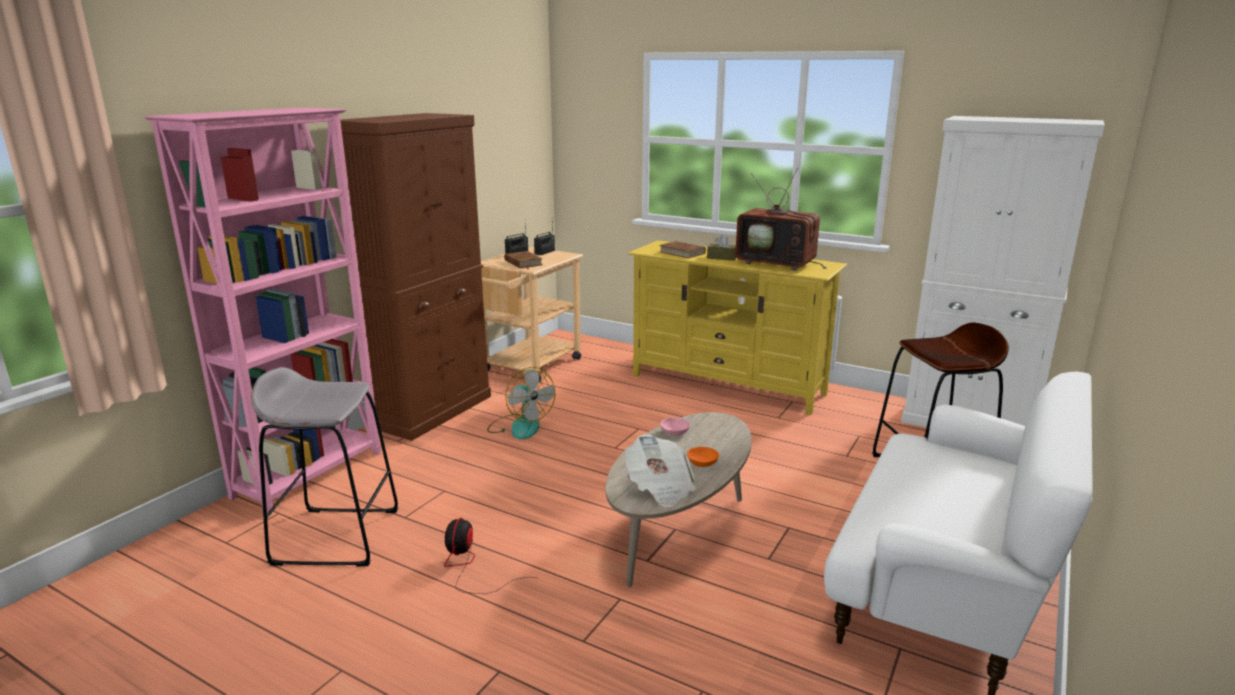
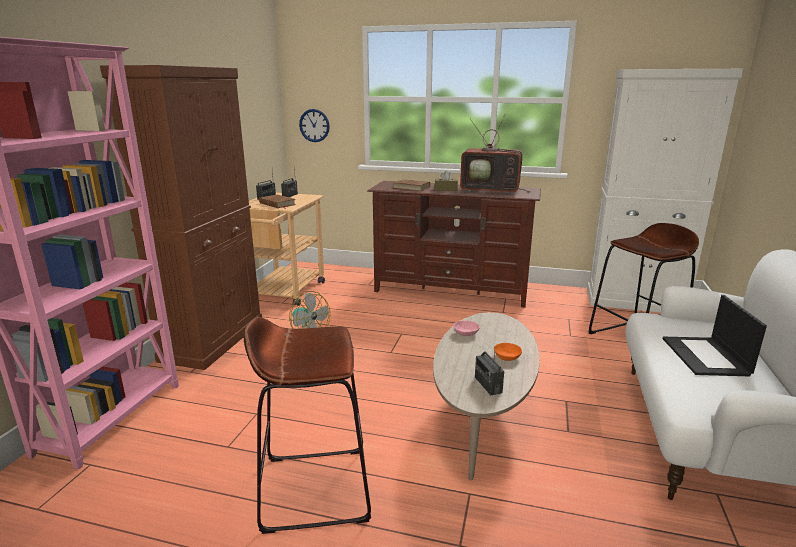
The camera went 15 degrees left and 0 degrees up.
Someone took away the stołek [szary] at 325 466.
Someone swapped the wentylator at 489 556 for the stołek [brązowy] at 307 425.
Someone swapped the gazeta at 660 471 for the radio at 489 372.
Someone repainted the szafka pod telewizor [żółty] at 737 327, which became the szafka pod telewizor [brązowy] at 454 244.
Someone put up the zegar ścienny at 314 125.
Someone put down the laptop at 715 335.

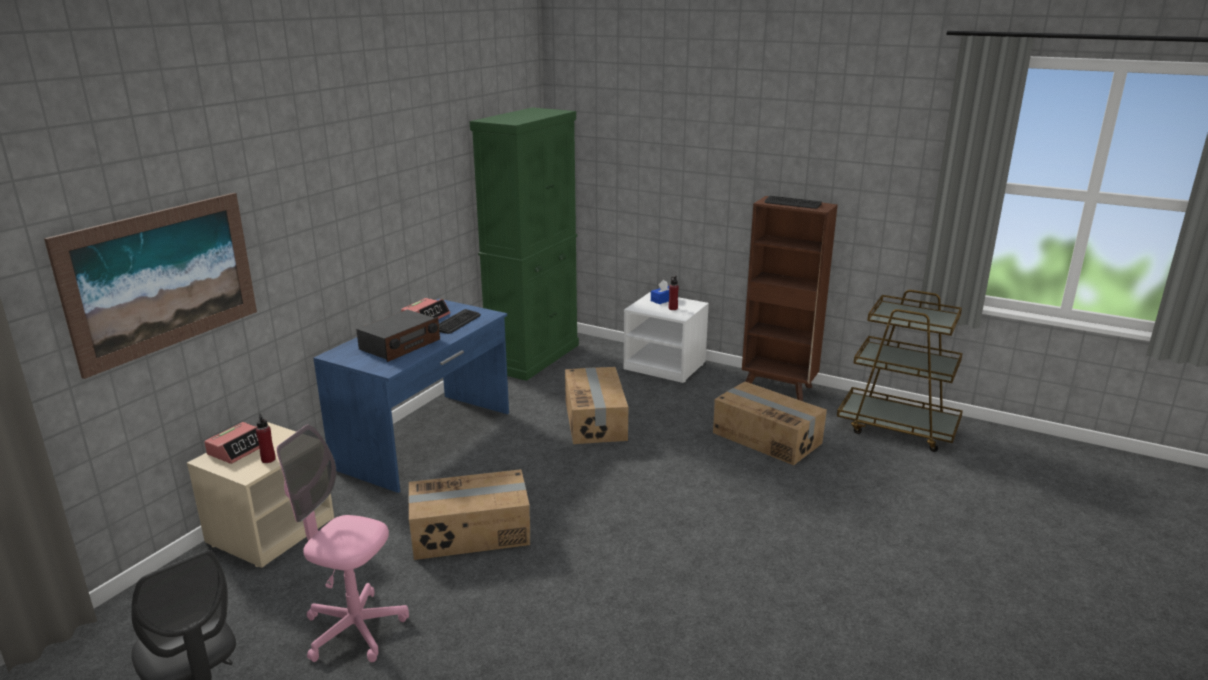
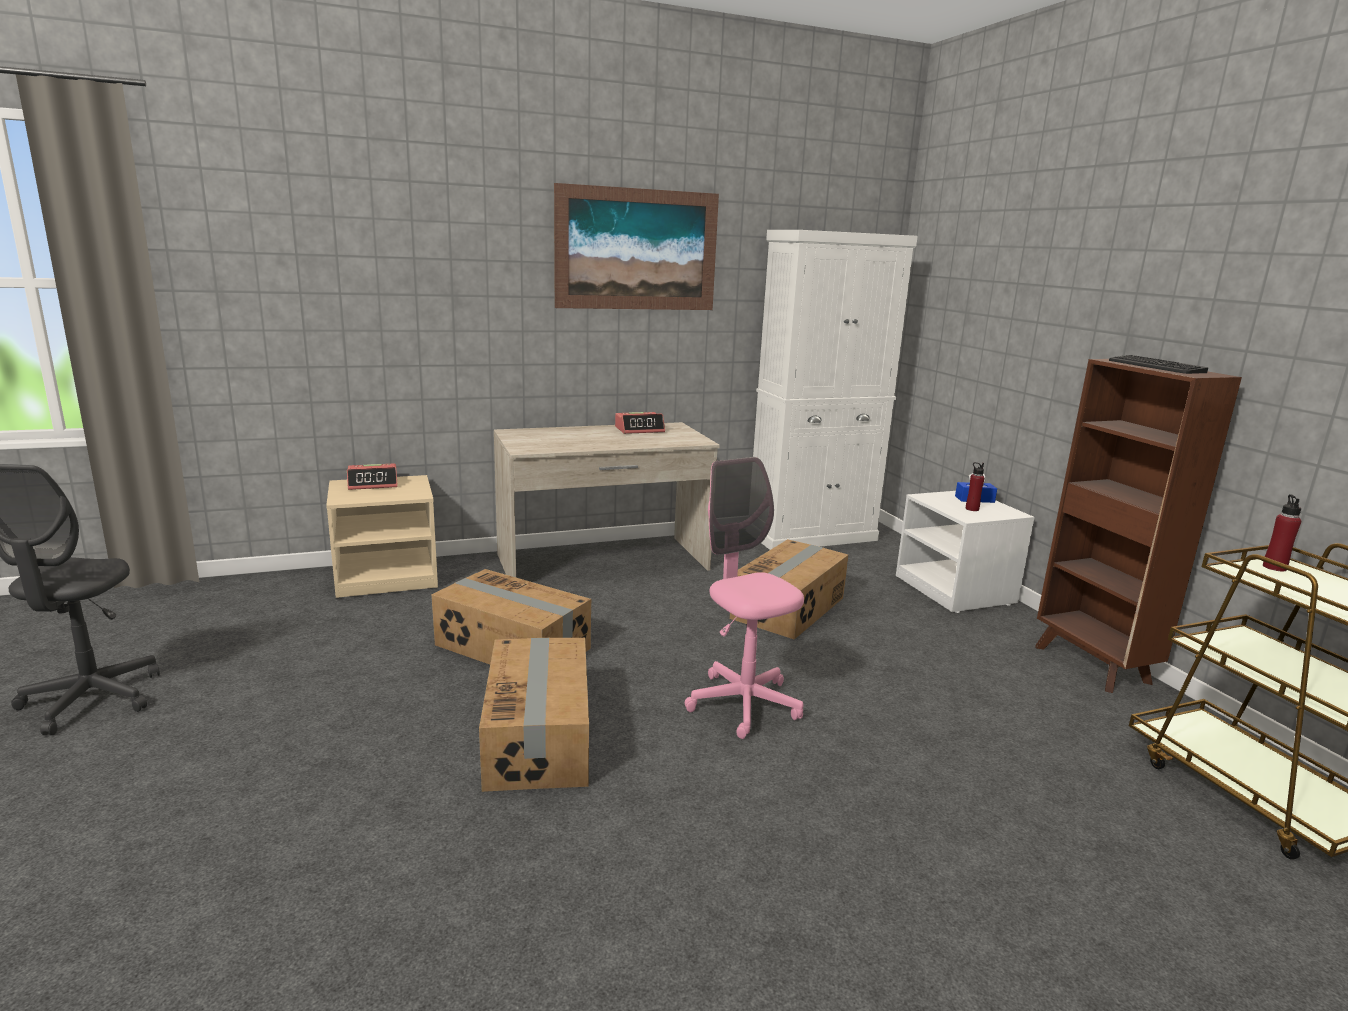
The camera went 40 degrees right and 5 degrees down.
Someone carried the obraz from 150 286 to 636 246.
Someone carried the butelka [czerwony] from 266 438 to 1282 532.
Someone carried the krzesło biurowe [różowy] from 342 543 to 744 598.
Someone repainted the biurko [niebieski] at 411 396, which became the biurko [beżowy] at 607 499.
Someone took away the radio at 398 335.
Someone took away the klawiatura at 460 321.
Someone repainted the szafka [zielony] at 524 244, which became the szafka [biały] at 835 390.
Someone carried the karton from 770 423 to 534 715.

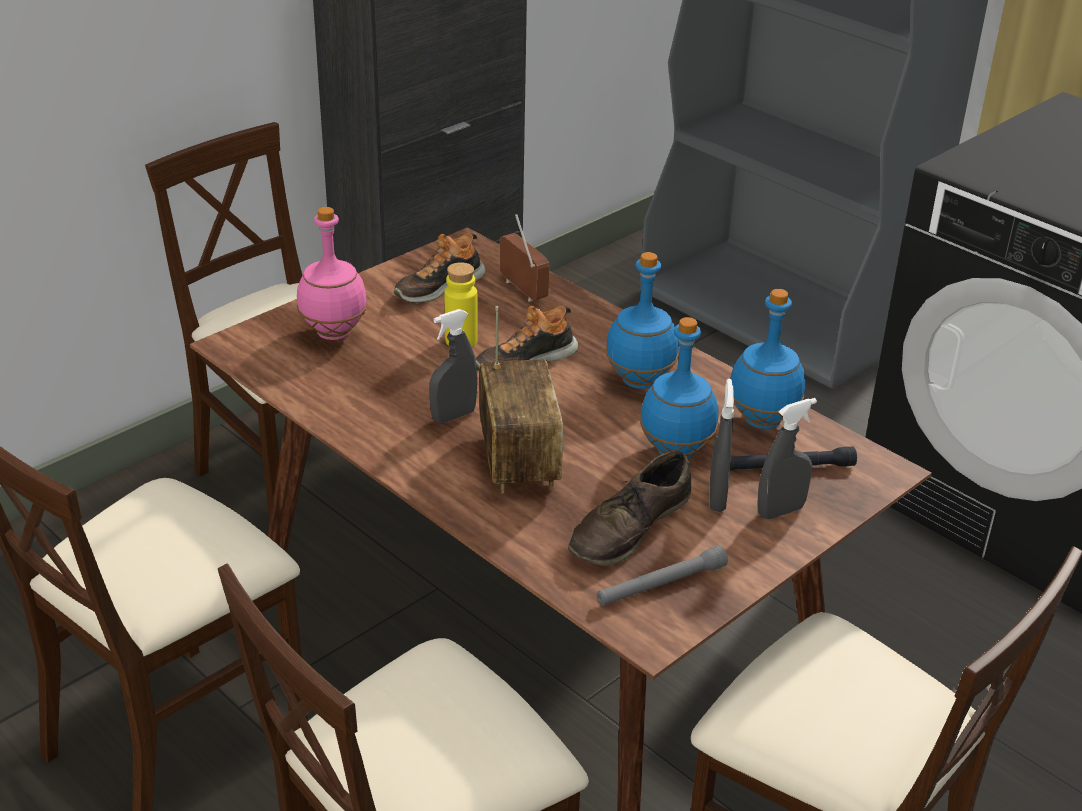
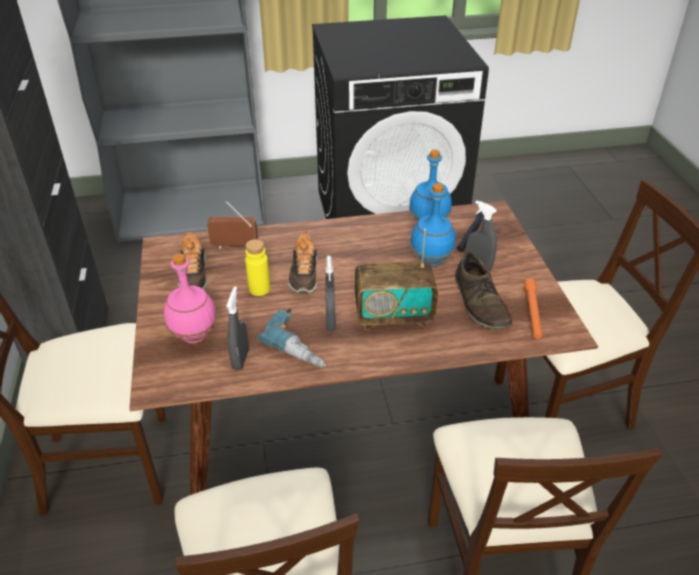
The camera went 55 degrees left and 5 degrees up.
Someone rotated the radio at 521 399 by 150 degrees clockwise.
Someone repainted the latarka [szary] at 662 576, which became the latarka [pomarańczowy] at 533 309.
Someone took away the butelka [niebieski] at 642 320.
Someone carried the spryskiwacz [szary] from 787 458 to 237 328.
Someone put down the wiertarka at 292 338.

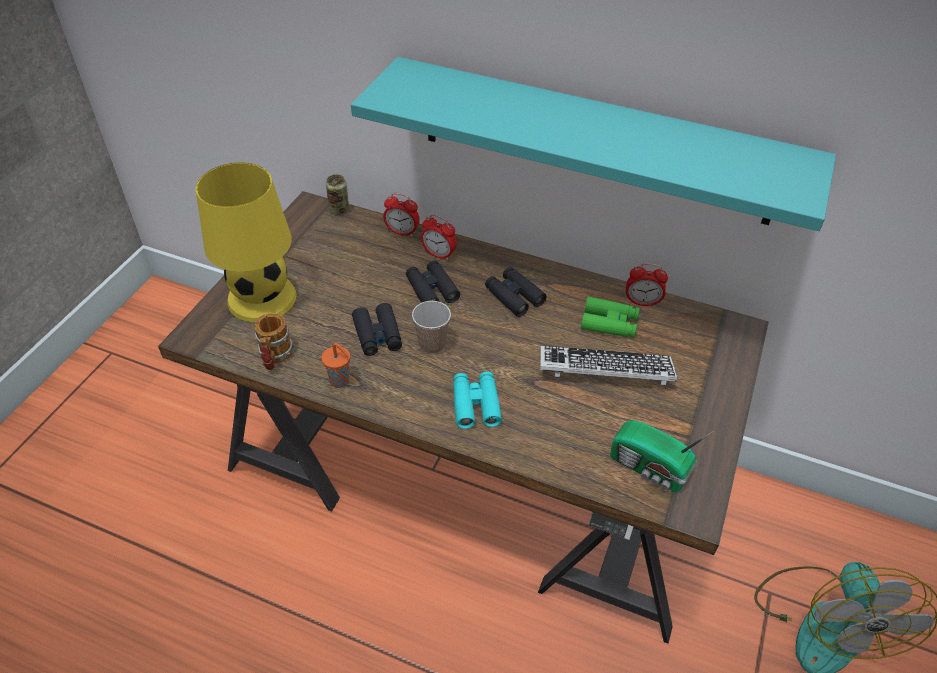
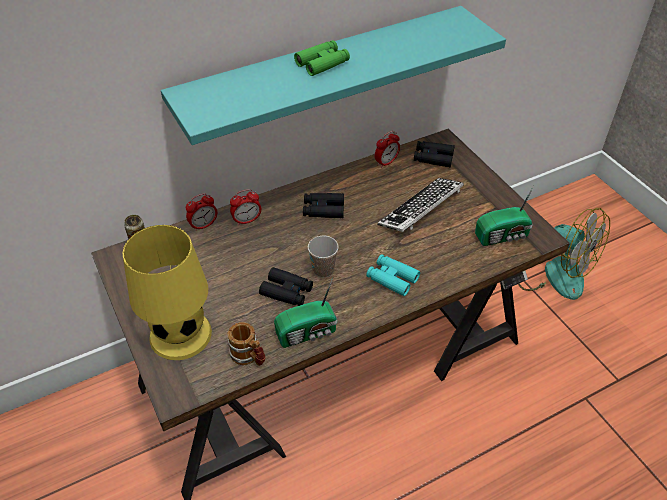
The camera went 50 degrees left and 0 degrees up.
Someone swapped the filiżanka [pomarańczowy] at 335 365 for the radio at 305 313.
Someone carried the lornetka [czarny] from 433 281 to 434 154.
Someone carried the lornetka [zielony] from 610 317 to 322 58.

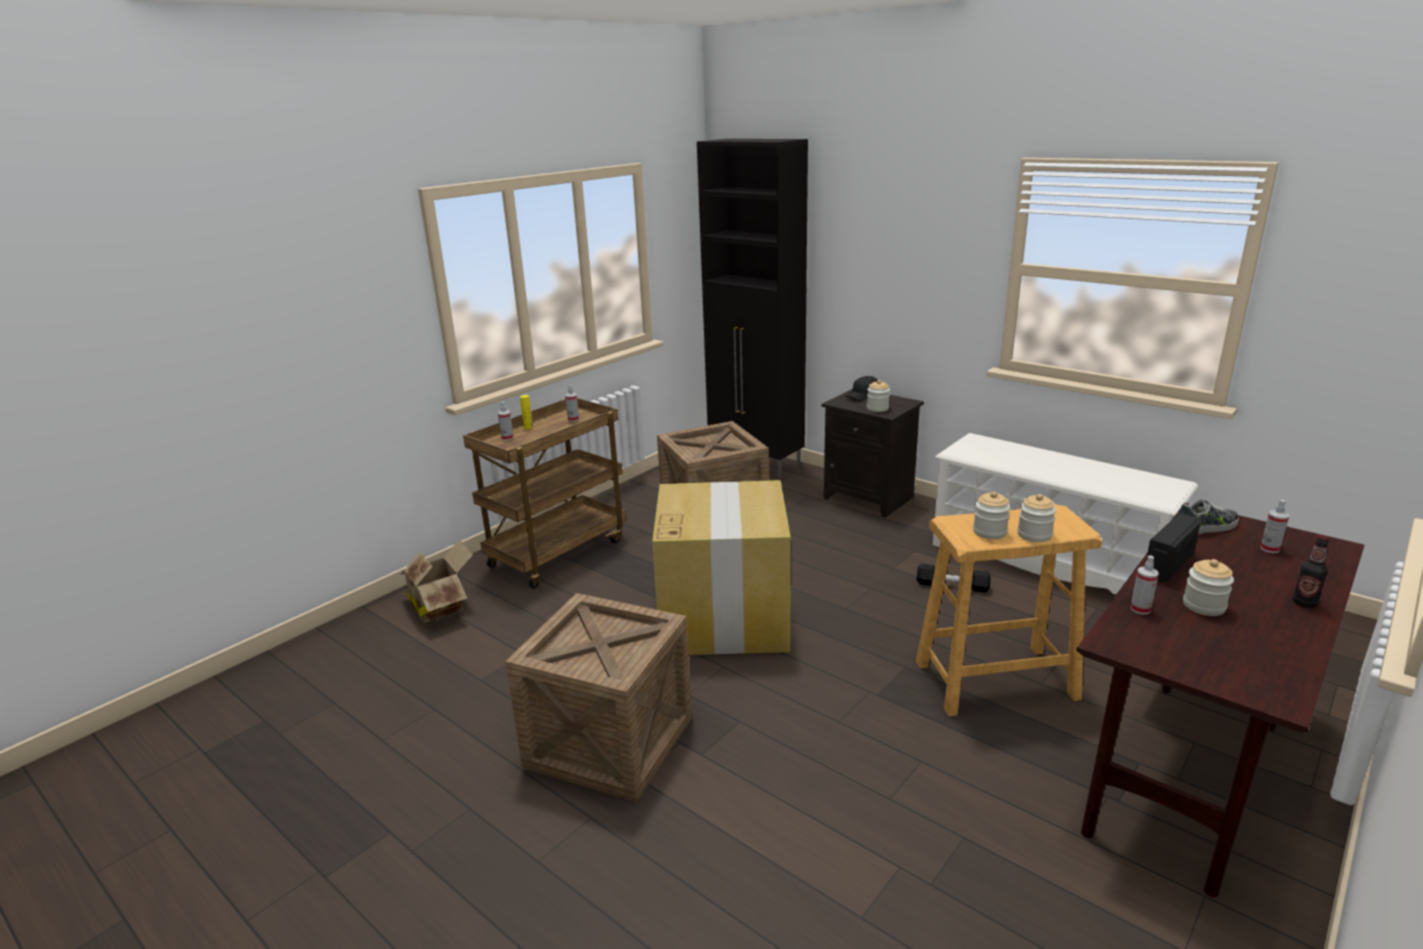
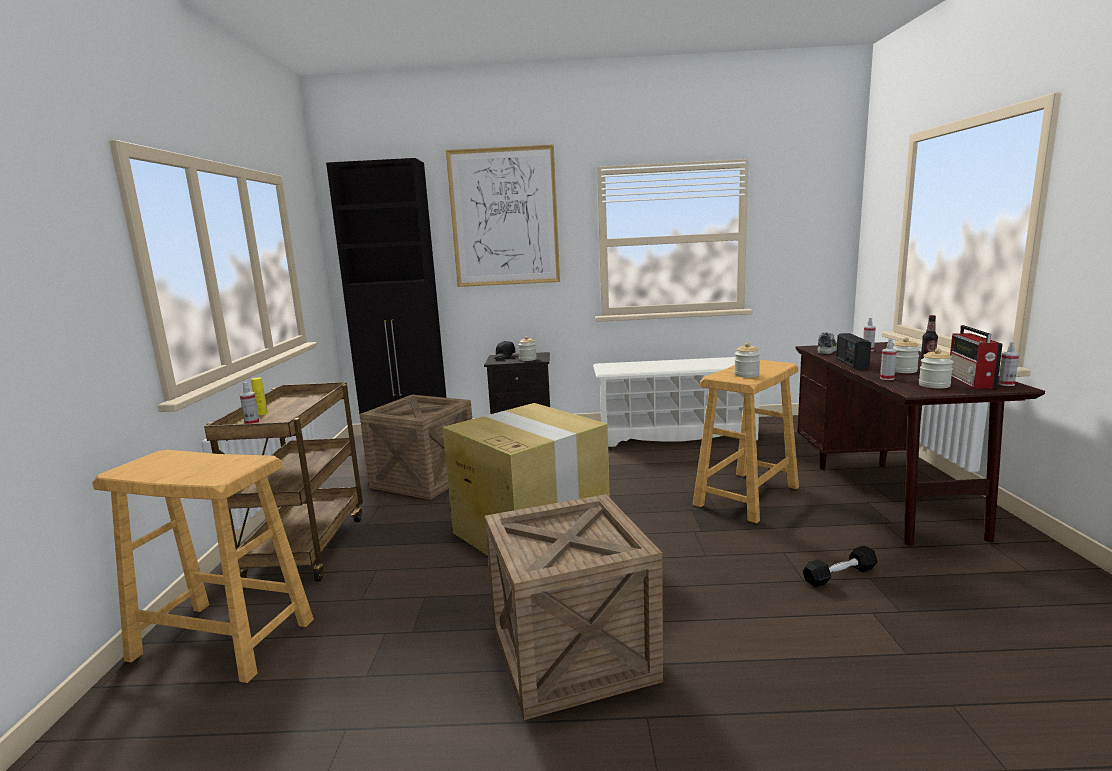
The camera went 40 degrees left and 10 degrees down.
Someone swapped the karton at 436 581 for the stołek [beżowy] at 203 566.
Someone carried the spryskiwacz from 572 403 to 1008 364.
Someone carried the hantel [czarny] from 954 578 to 840 566.
Someone carried the słoik from 1036 518 to 936 368.
Someone put up the obraz at 503 215.
Someone put down the radio at 976 357.

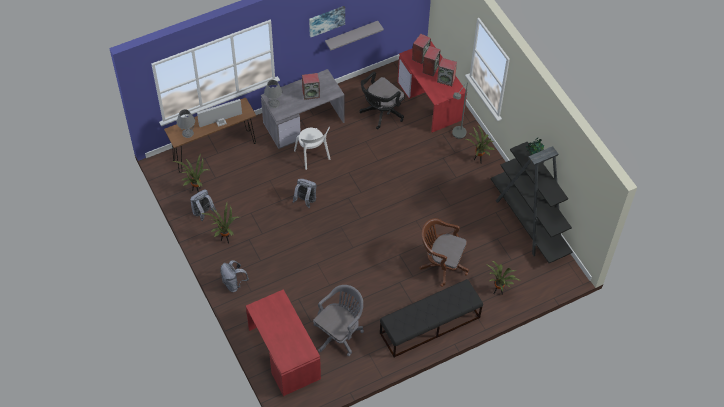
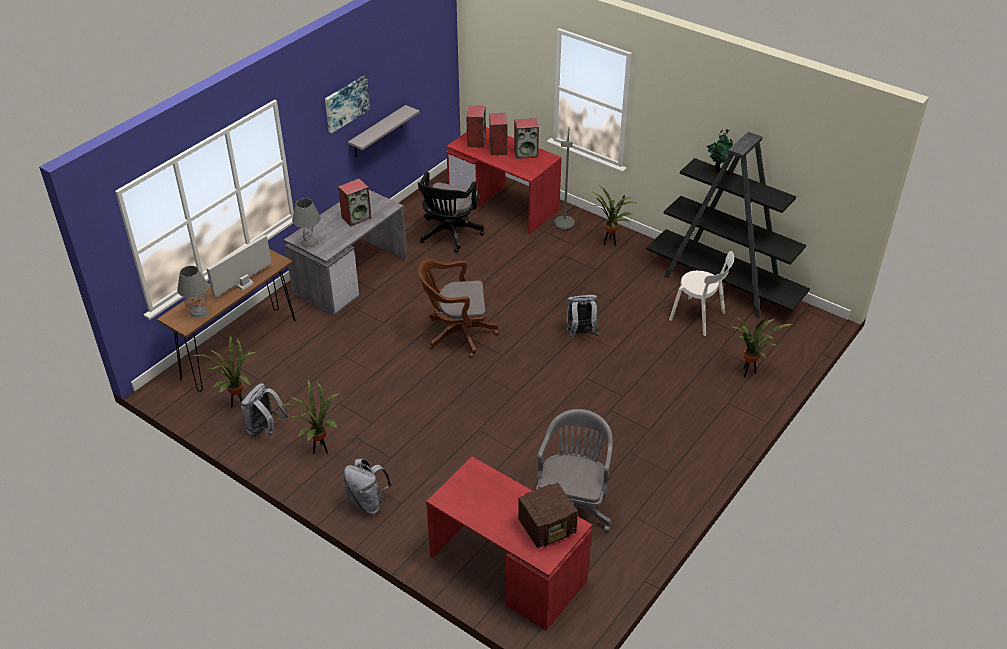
The camera went 25 degrees left and 15 degrees down.
Someone carried the plecak [szary] from 304 193 to 582 316.
Someone carried the krzesło [biały] from 312 148 to 701 293.
Someone took away the ławka [czarny] at 431 318.
Someone carried the krzesło biurowe [brązowy] from 444 252 to 458 308.
Someone put down the radio at 548 515.

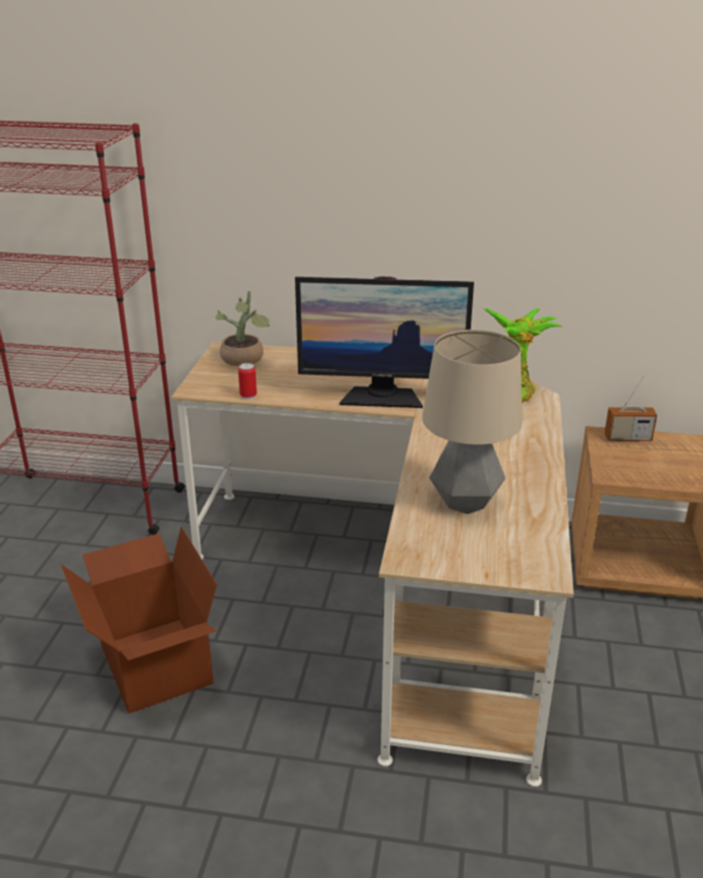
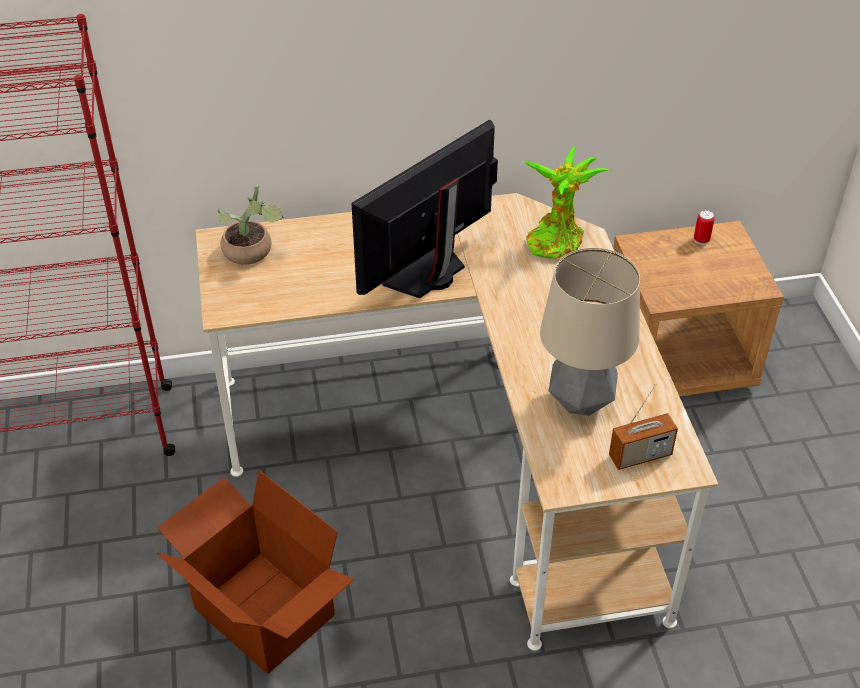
The camera went 20 degrees left and 15 degrees up.
Someone carried the puszka from 247 381 to 704 227.
Someone rotated the monitor at 384 342 by 150 degrees clockwise.
Someone carried the radio from 630 408 to 643 427.

